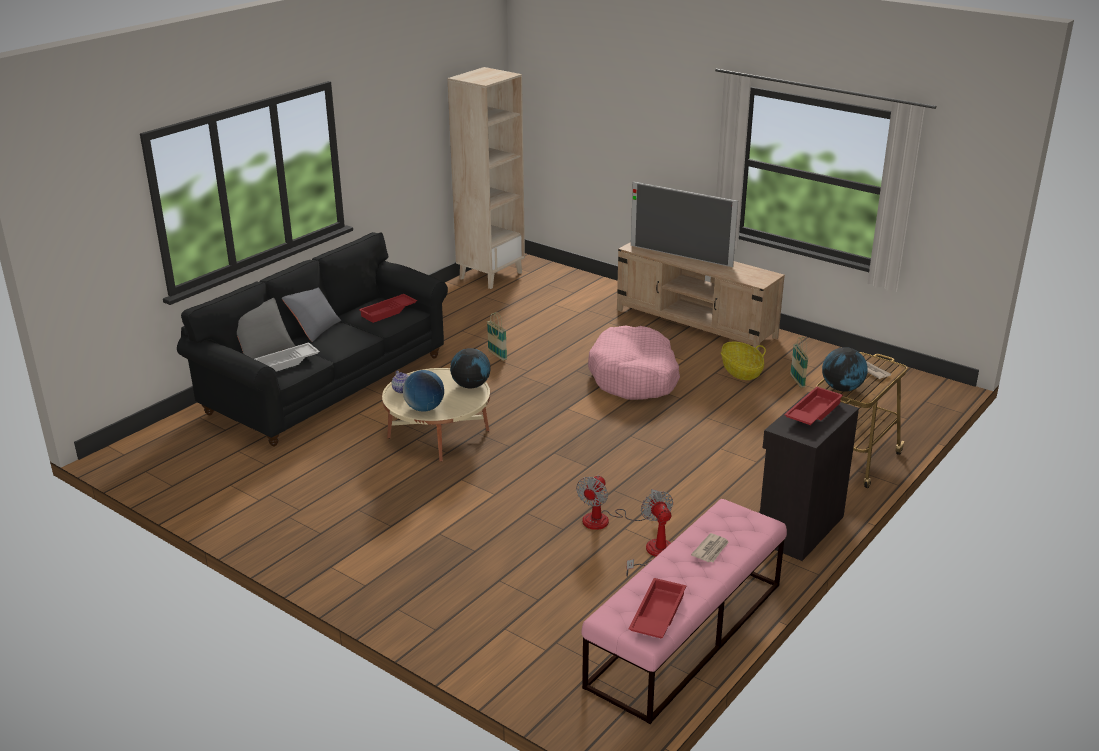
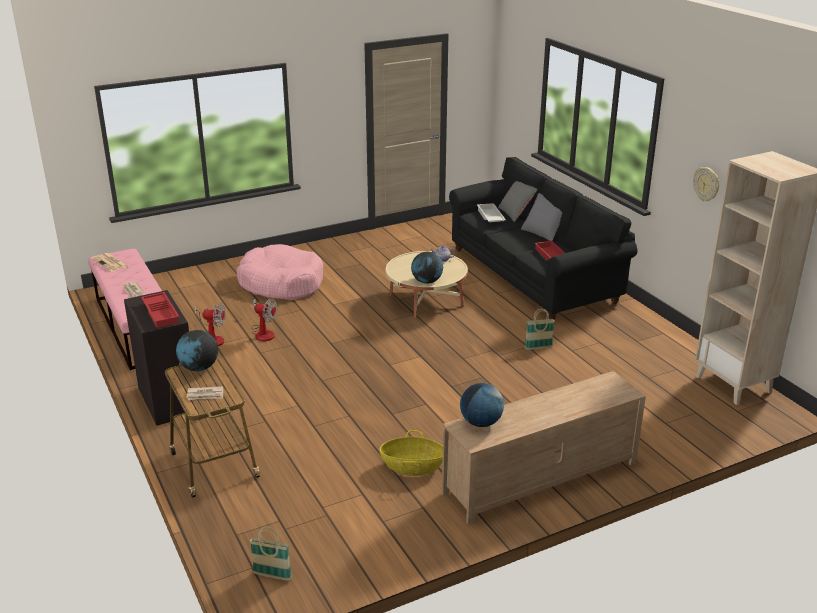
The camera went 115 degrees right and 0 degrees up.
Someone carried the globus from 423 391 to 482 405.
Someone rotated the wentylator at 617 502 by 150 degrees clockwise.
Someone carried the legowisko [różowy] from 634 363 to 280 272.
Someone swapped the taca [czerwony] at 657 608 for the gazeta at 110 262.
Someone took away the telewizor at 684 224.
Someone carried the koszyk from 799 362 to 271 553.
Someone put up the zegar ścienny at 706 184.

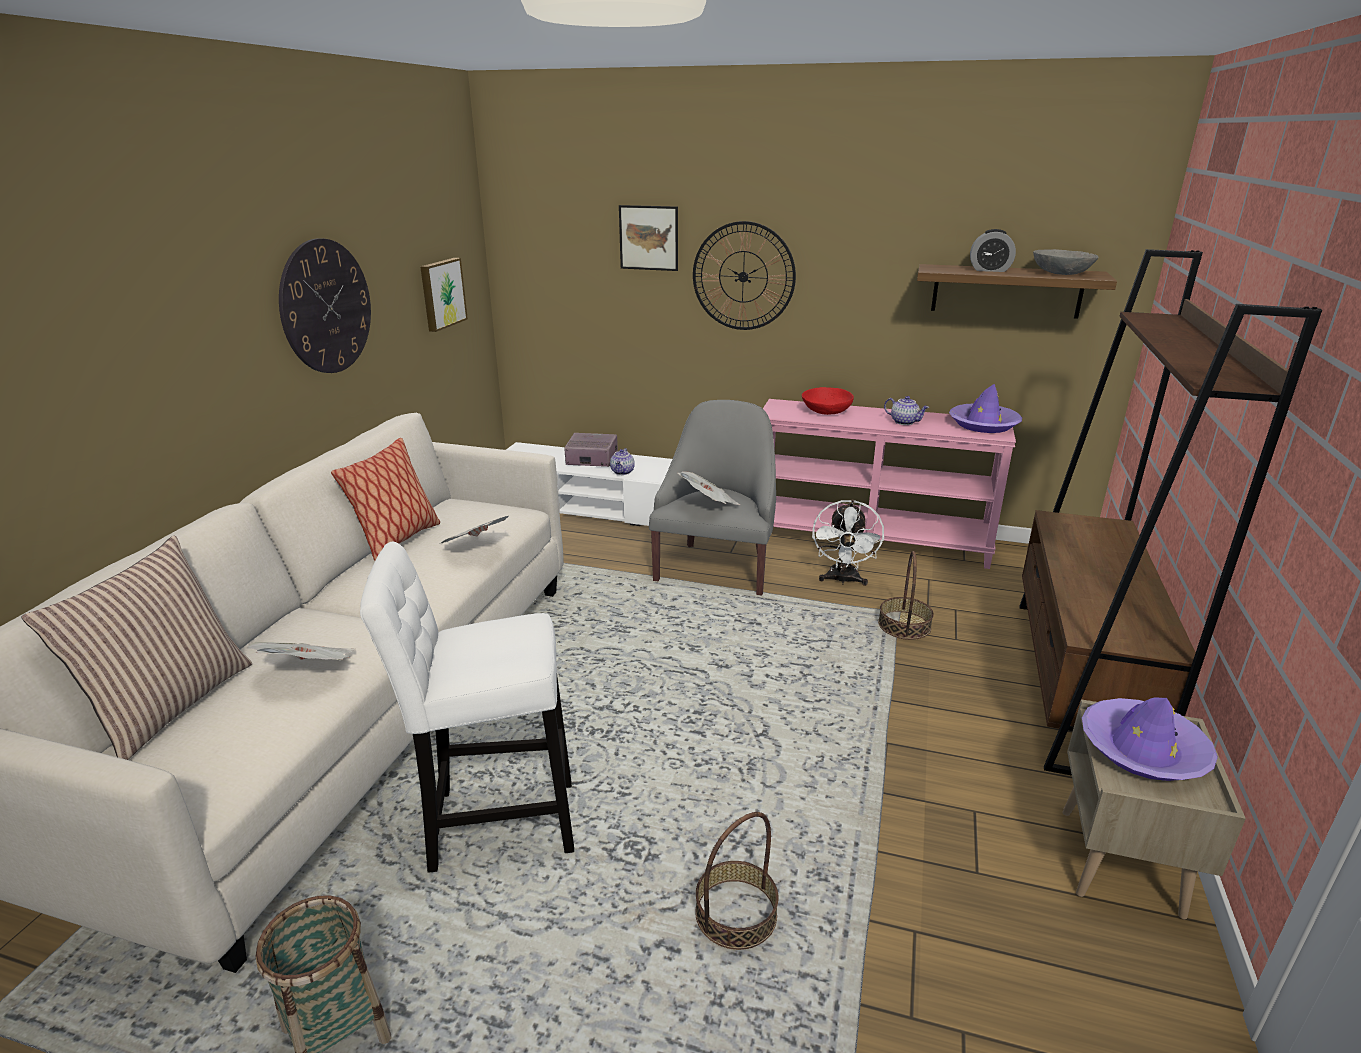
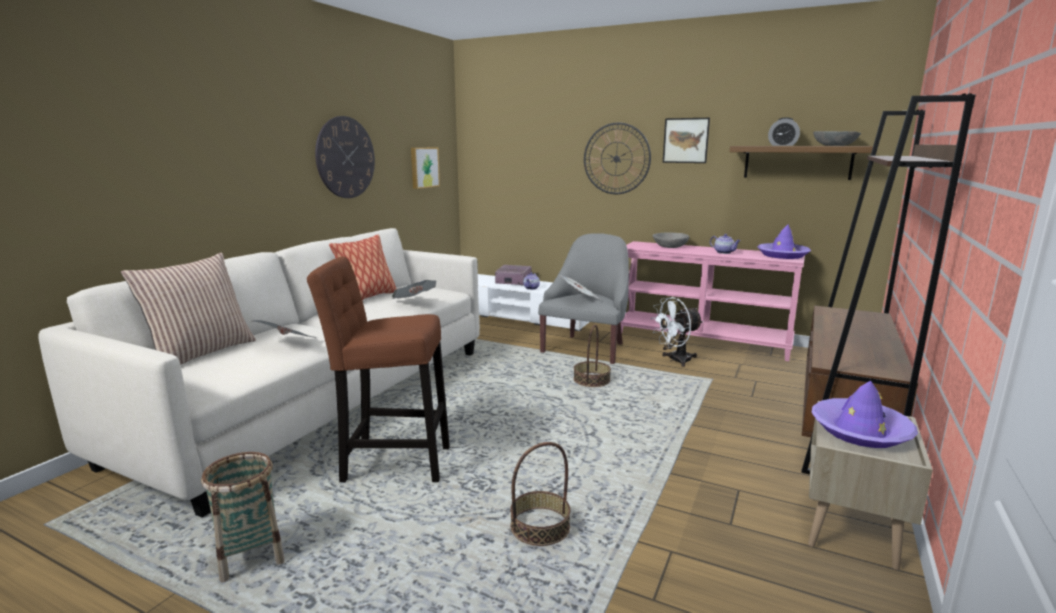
The camera went 10 degrees right and 10 degrees down.
Someone repainted the stołek [biały] at 467 707, which became the stołek [brązowy] at 378 369.
Someone carried the obraz from 648 238 to 686 140.
Someone repainted the miska [czerwony] at 828 401, which became the miska [szary] at 671 240.
Someone rotated the wentylator [biały] at 848 543 by 45 degrees clockwise.
Someone carried the koszyk from 906 595 to 592 356.

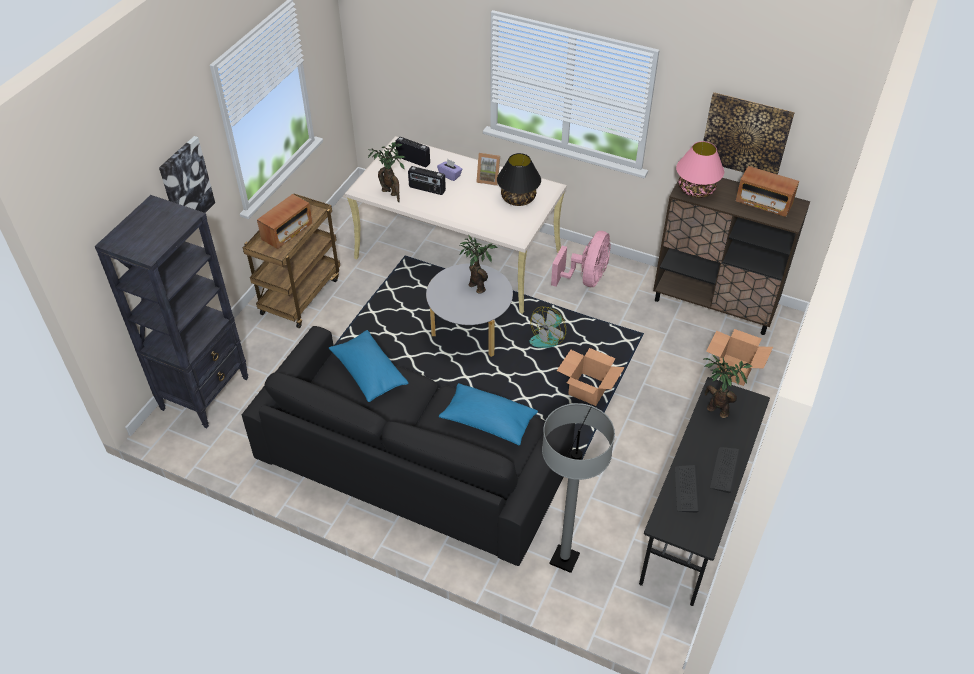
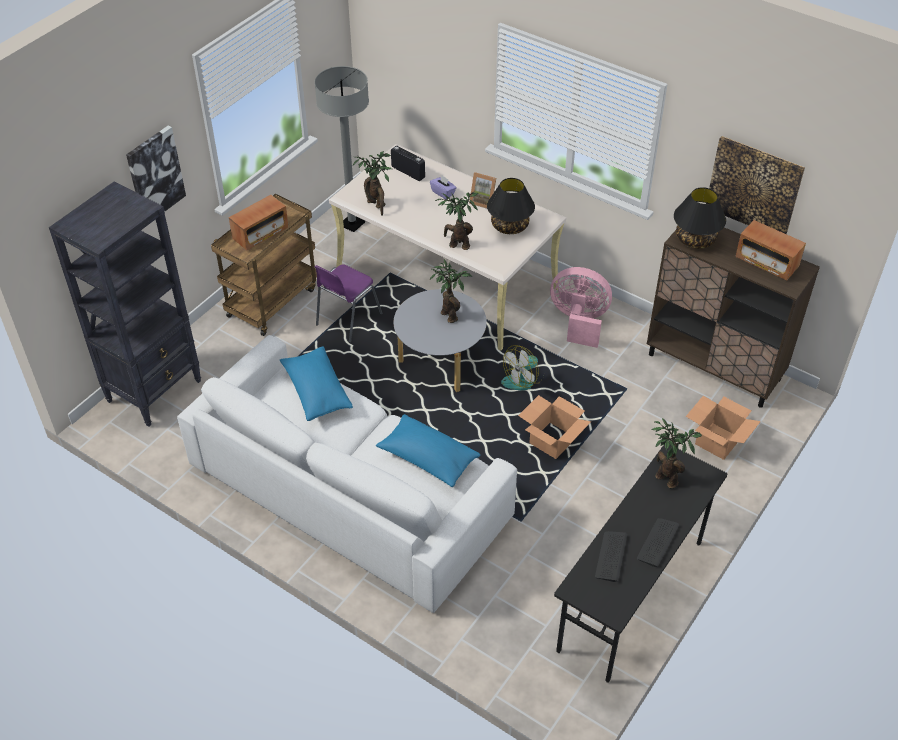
The camera went 10 degrees right and 0 degrees up.
Someone repainted the kanapa [czarny] at 408 446, which became the kanapa [biały] at 347 474.
Someone took away the radio at 427 180.
Someone carried the lampa stojąca [szary] from 578 488 to 342 149.
Someone rotated the wentylator [różowy] at 581 259 by 105 degrees counterclockwise.
Someone repainted the lampa stołowa [różowy] at 700 169, which became the lampa stołowa [czarny] at 700 218.
Someone put down the krzesło [fioletowy] at 349 303.
Someone put down the roślina doniczkowa at 456 221.

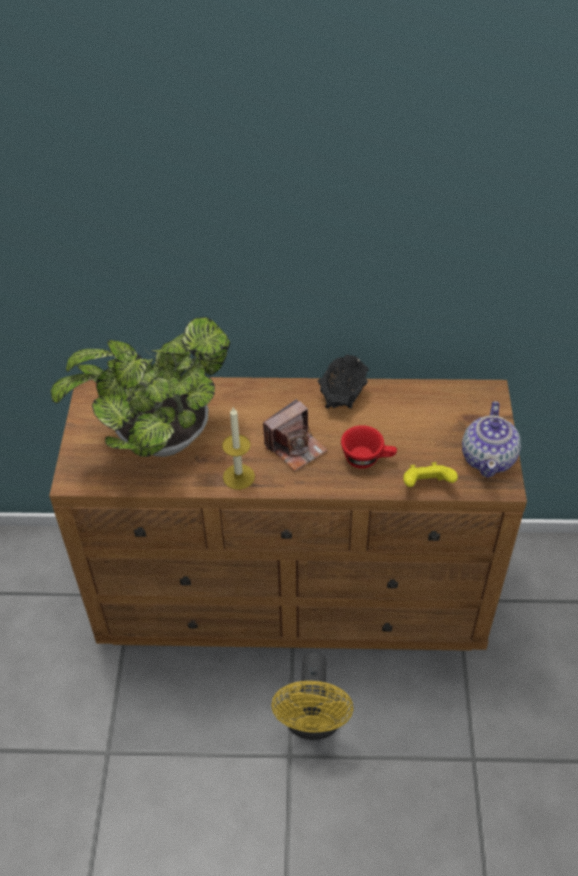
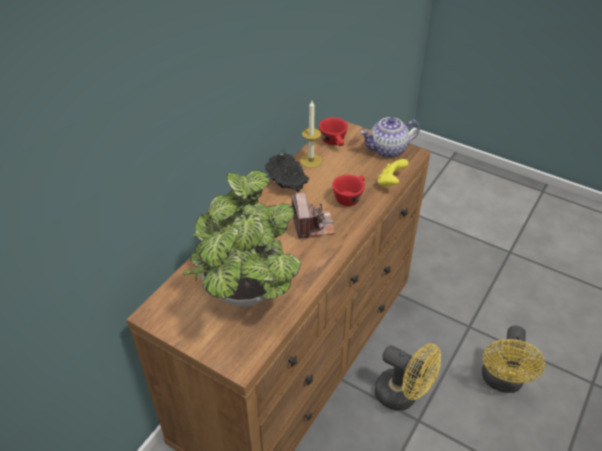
The camera went 60 degrees left and 5 degrees down.
Someone carried the świeca from 238 448 to 311 134.
Someone rotated the imbryk at 491 439 by 120 degrees clockwise.
Someone put down the filiżanka [czerwony] at 333 131.
Someone put down the wentylator [żółty] at 513 359.

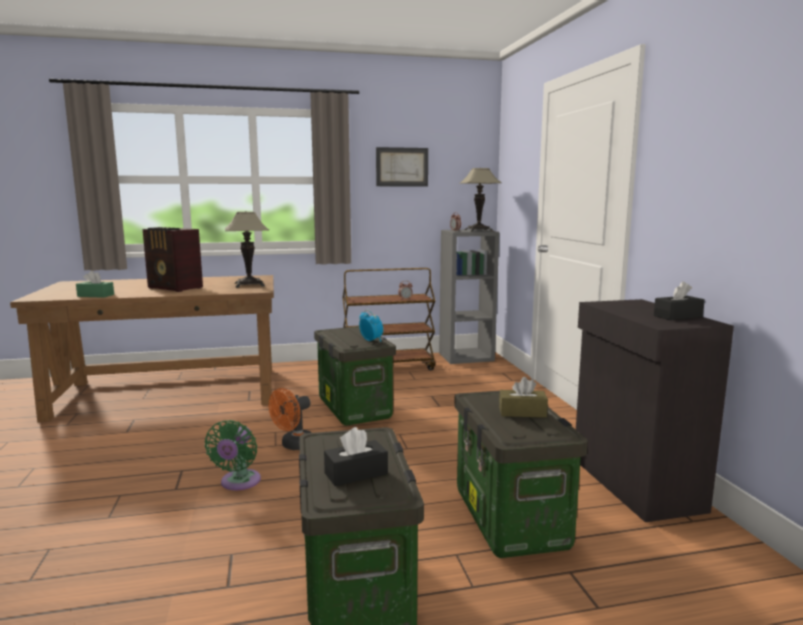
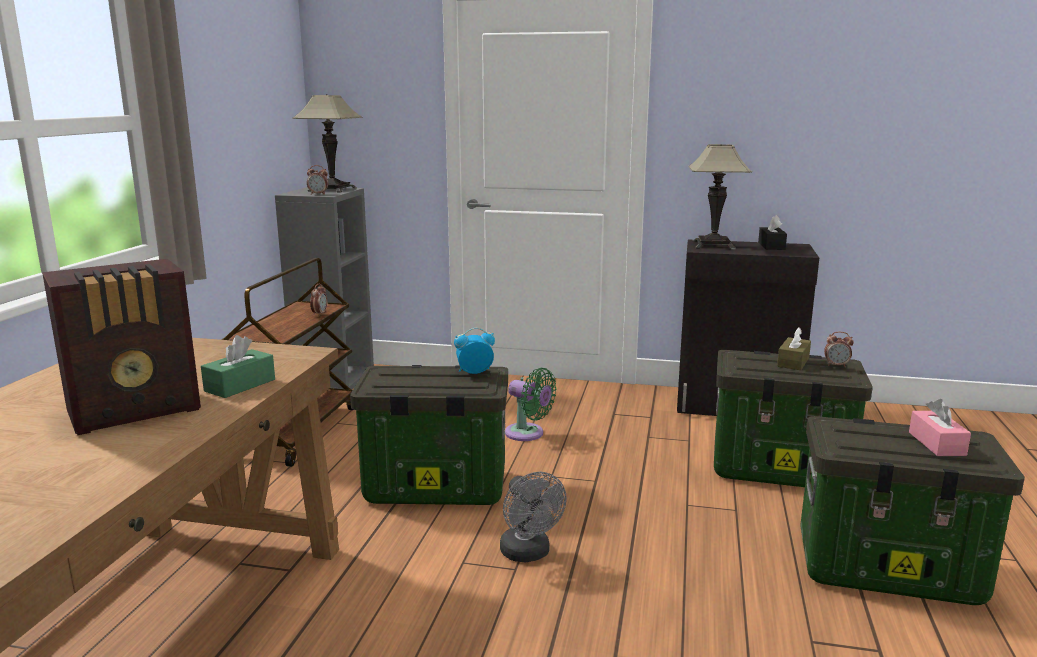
The camera went 65 degrees left and 5 degrees up.
Someone carried the pudełko chusteczek [zielony] from 95 284 to 238 366.
Someone carried the wentylator [zielony] from 233 455 to 531 404.
Someone carried the lampa stołowa from 247 249 to 720 197.
Someone repainted the wentylator [pomarańczowy] at 290 419, which became the wentylator [szary] at 533 517.
Someone repainted the pudełko chusteczek [czarny] at 356 456, which became the pudełko chusteczek [różowy] at 940 427.
Someone took away the obraz at 402 166.
Someone put down the budzik at 839 349.

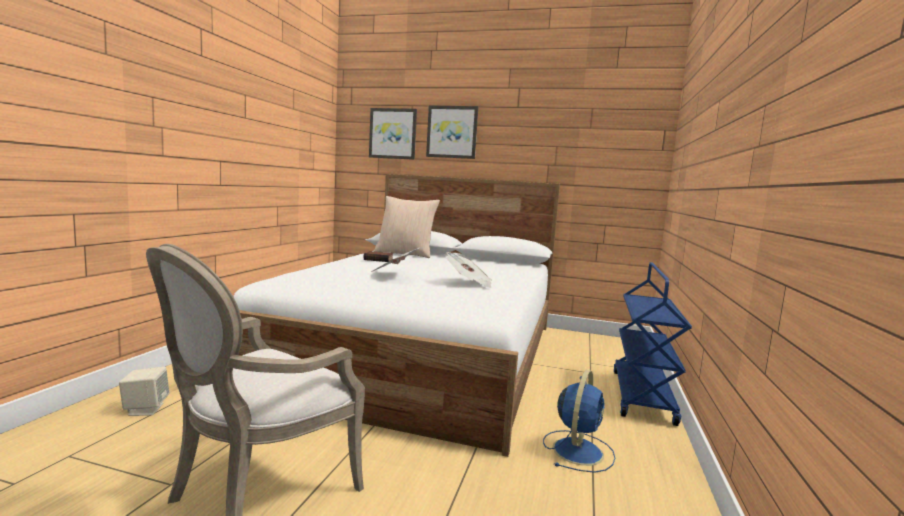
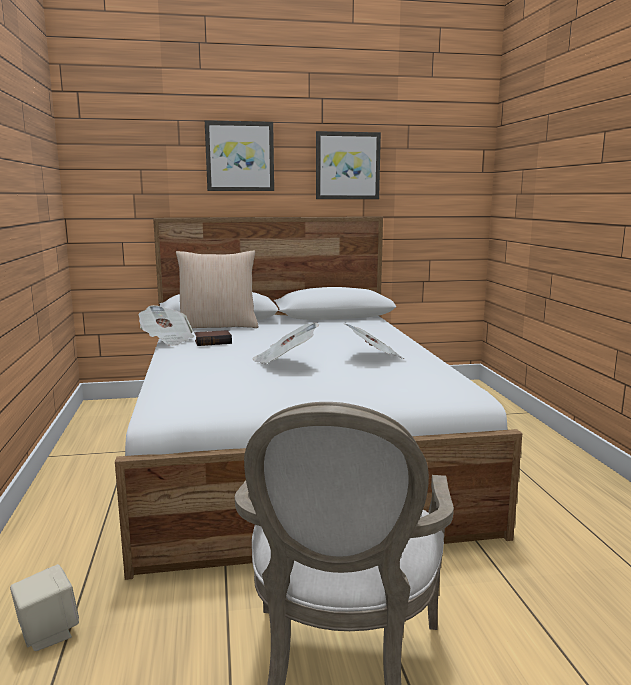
The camera went 25 degrees left and 5 degrees up.
Someone carried the obraz from 393 134 to 348 165.
Someone took away the wentylator [niebieski] at 579 421.
Someone took away the wózek [niebieski] at 653 344.
Someone put down the gazeta at 166 325.

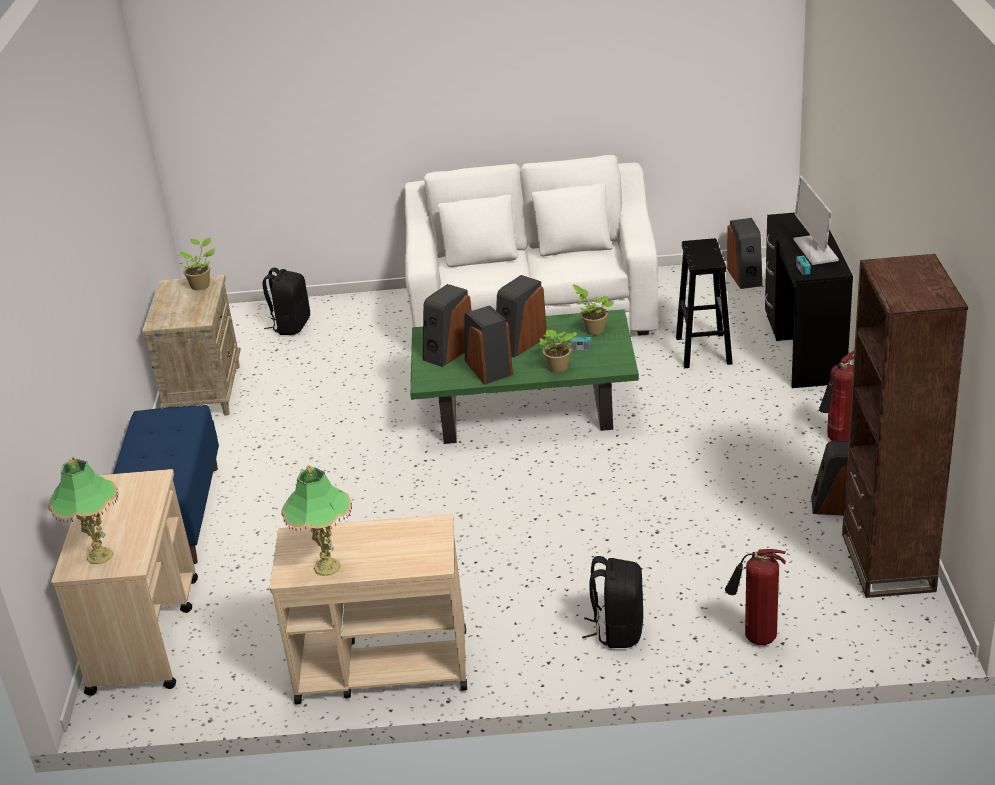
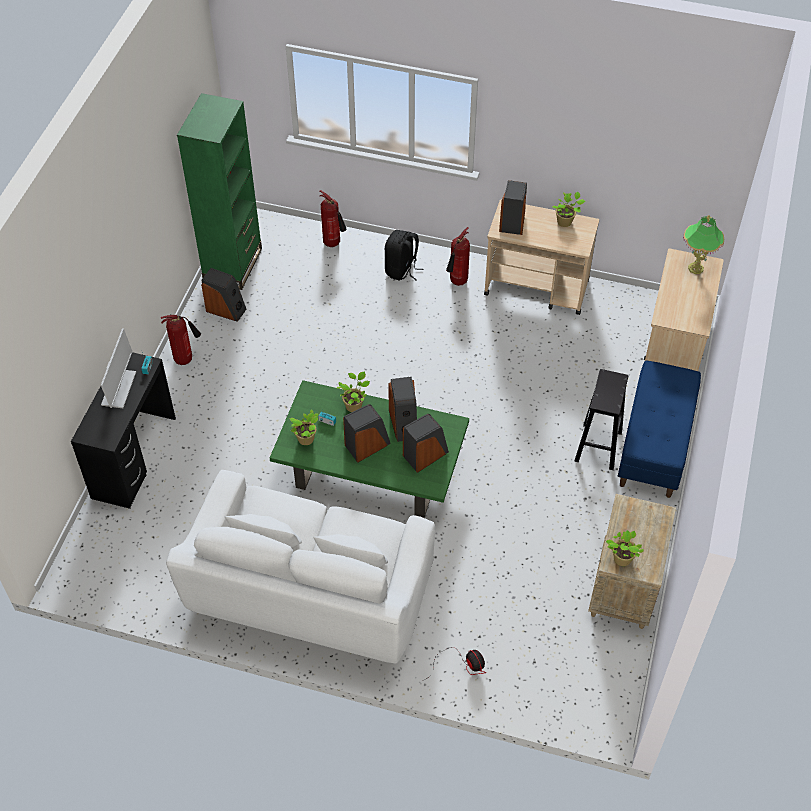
The camera went 165 degrees left and 20 degrees up.
Someone took away the plecak [czarny] at 286 301.
Someone swapped the lampa stołowa at 316 520 for the roślina doniczkowa at 568 209.
Someone carried the stołek [czarny] from 704 303 to 601 419.
Someone carried the głośnik from 744 253 to 513 207.
Someone repainted the regał [brązowy] at 905 426, which became the regał [zielony] at 219 191.
Someone put down the wentylator at 455 663.
Someone put down the gaśnica at 458 256.

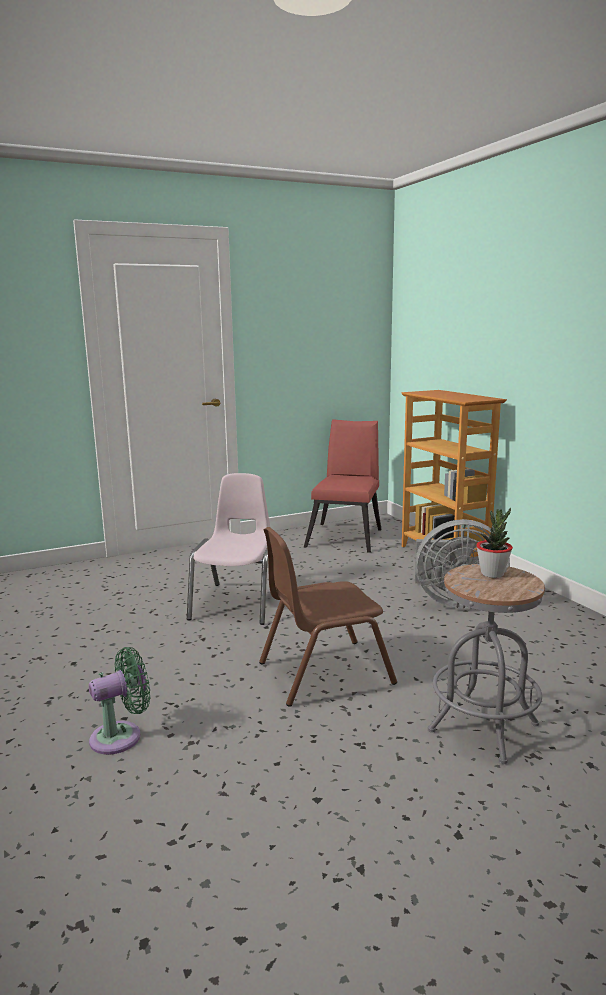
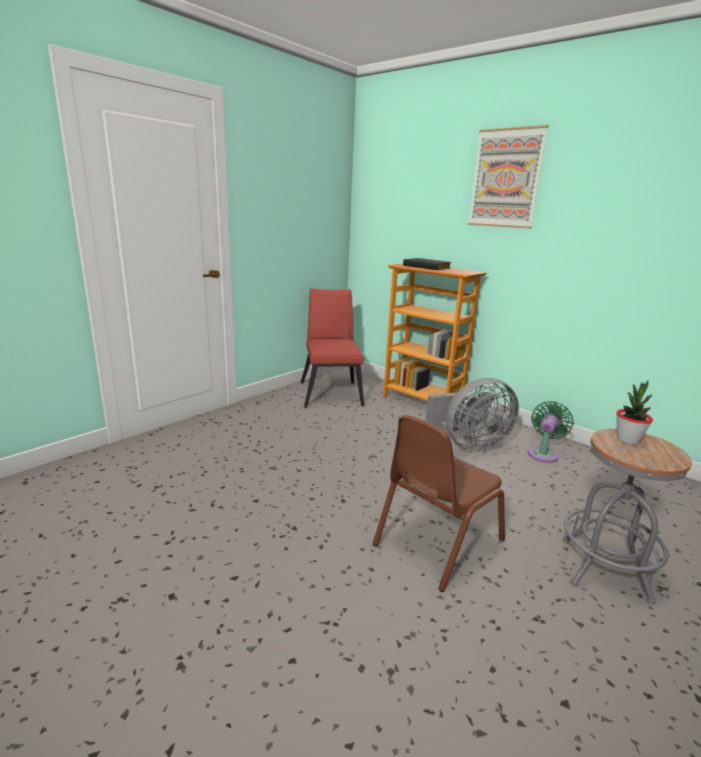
The camera went 25 degrees left and 5 degrees up.
Someone carried the wentylator [zielony] from 119 701 to 550 432.
Someone took away the krzesło [różowy] at 228 549.
Someone put down the książka [czarny] at 427 264.
Someone put up the obraz at 508 177.

